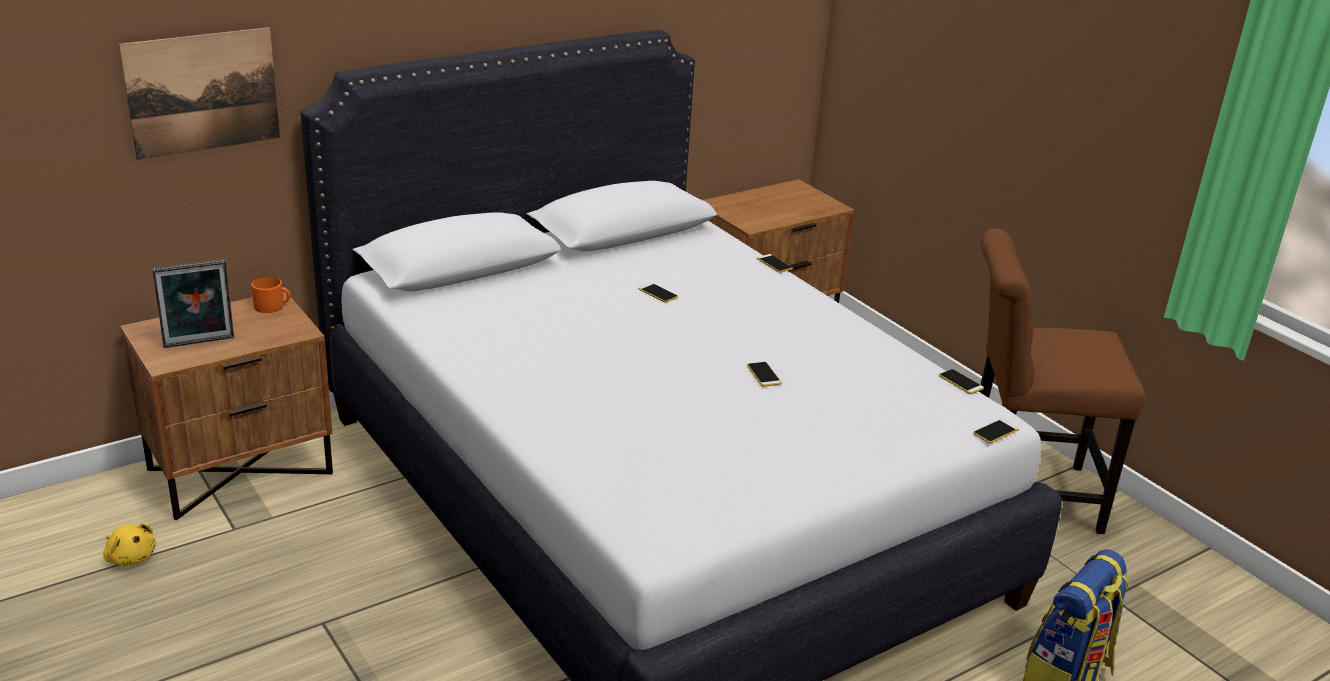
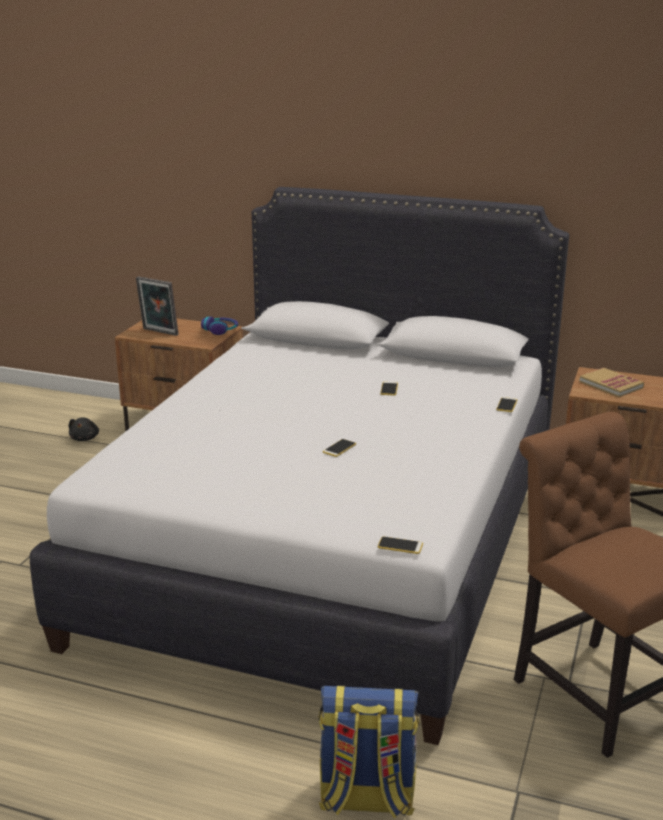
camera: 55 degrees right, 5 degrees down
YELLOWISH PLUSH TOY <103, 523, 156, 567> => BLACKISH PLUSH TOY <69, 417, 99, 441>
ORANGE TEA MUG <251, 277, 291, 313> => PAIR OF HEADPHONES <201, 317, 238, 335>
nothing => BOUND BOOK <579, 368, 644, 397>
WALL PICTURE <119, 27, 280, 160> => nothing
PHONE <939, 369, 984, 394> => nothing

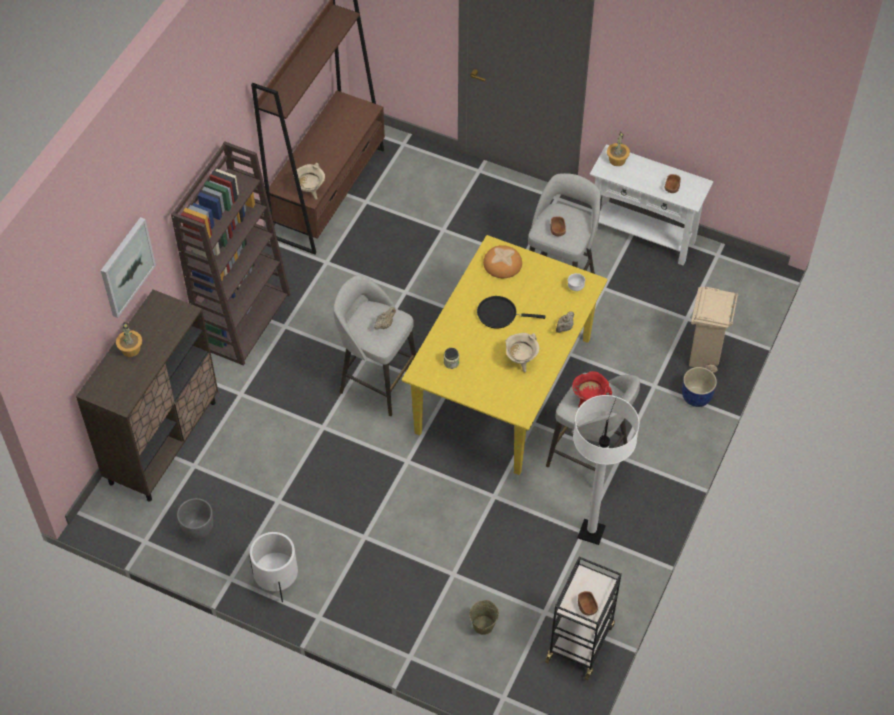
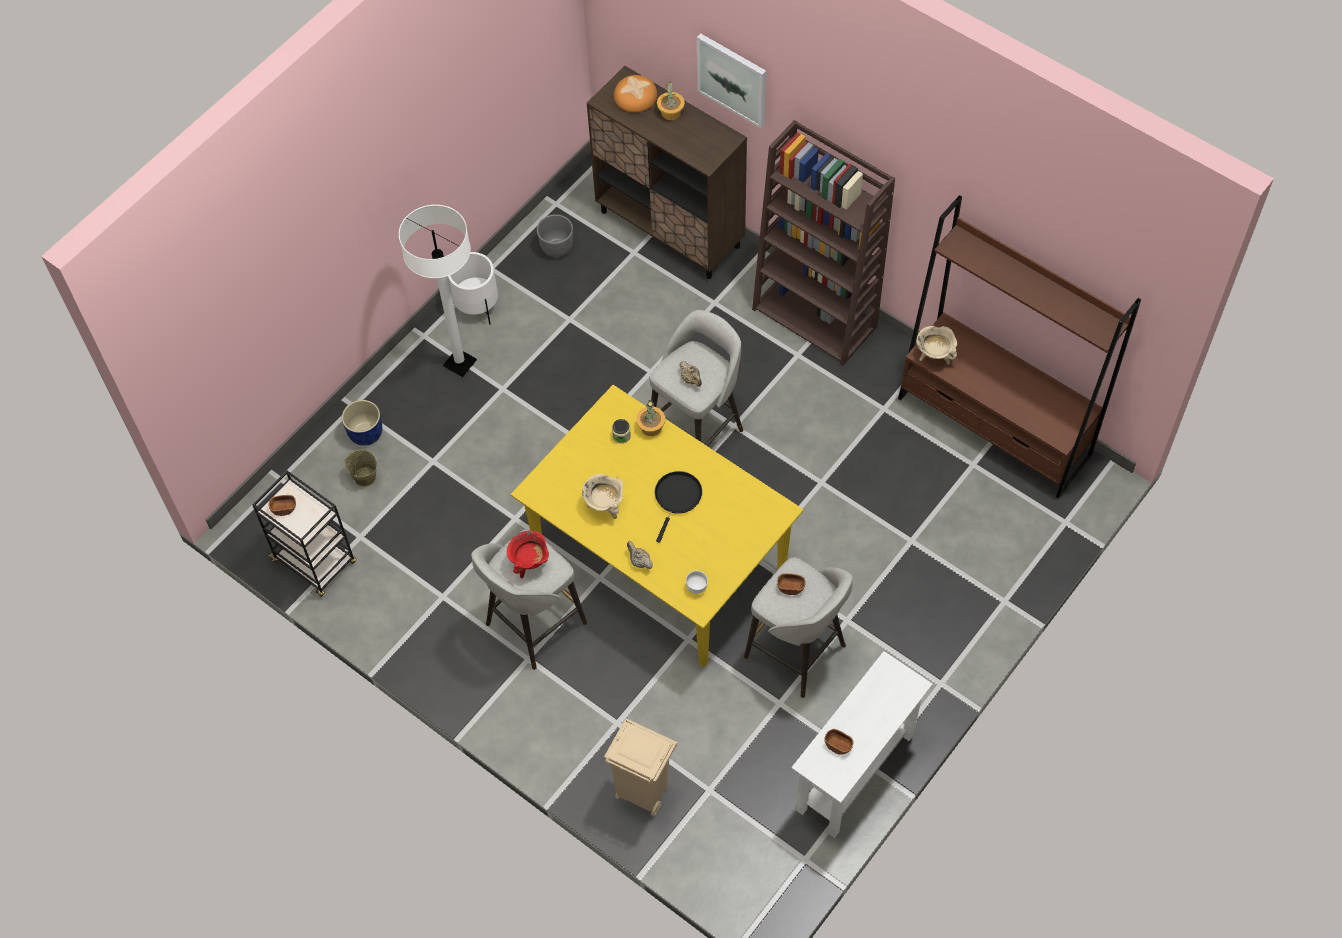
camera: 105 degrees right, 5 degrees up
BLUE PLANTER <682, 367, 717, 407> => BLUE PLANTER <342, 400, 382, 446>, relocated
WHITISH STANDING LAMP <573, 395, 639, 545> => WHITISH STANDING LAMP <399, 205, 477, 377>, relocated
BAKERY BREAD <483, 245, 522, 278> => BAKERY BREAD <614, 75, 657, 113>, relocated
POTTED PLANT <607, 132, 630, 166> => POTTED PLANT <636, 400, 665, 436>, relocated

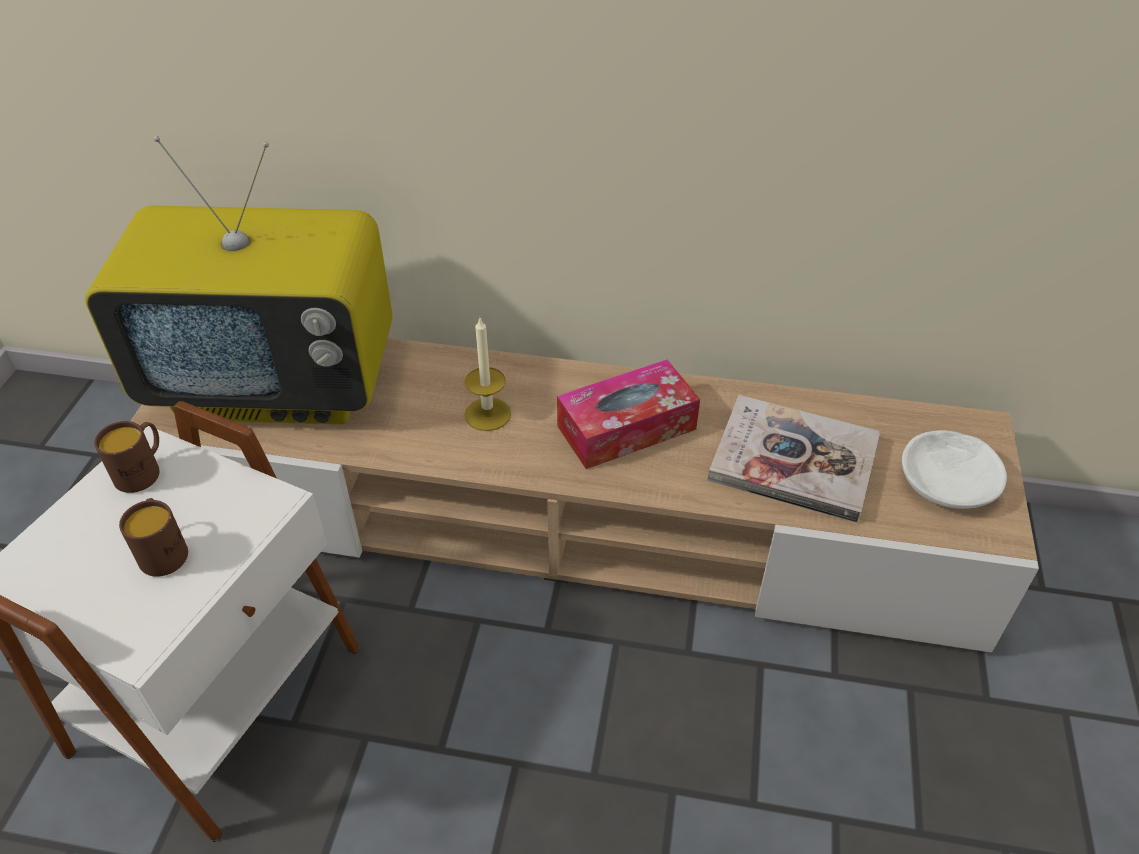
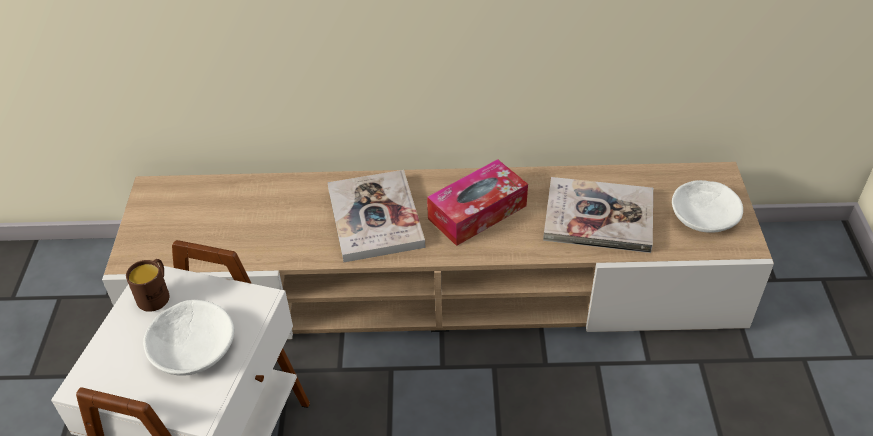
camera: 10 degrees left, 0 degrees up
BROWNISH TEA MUG <119, 498, 188, 577> => WHITISH DEEP DISH <143, 300, 234, 376>
CANDLE <465, 316, 511, 431> => BOUND BOOK <328, 170, 425, 262>
TV SET <85, 136, 392, 424> => nothing

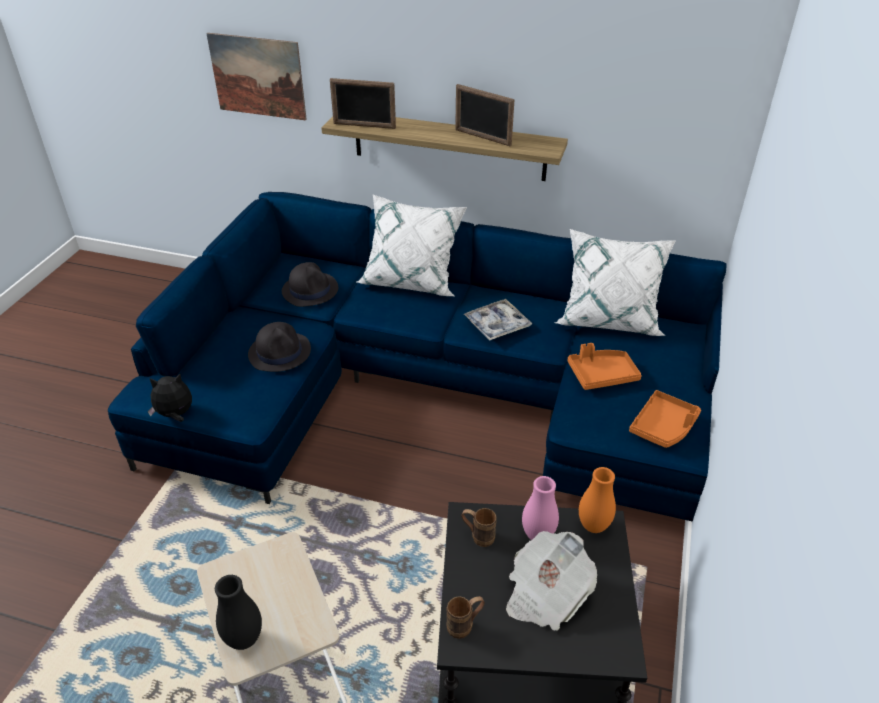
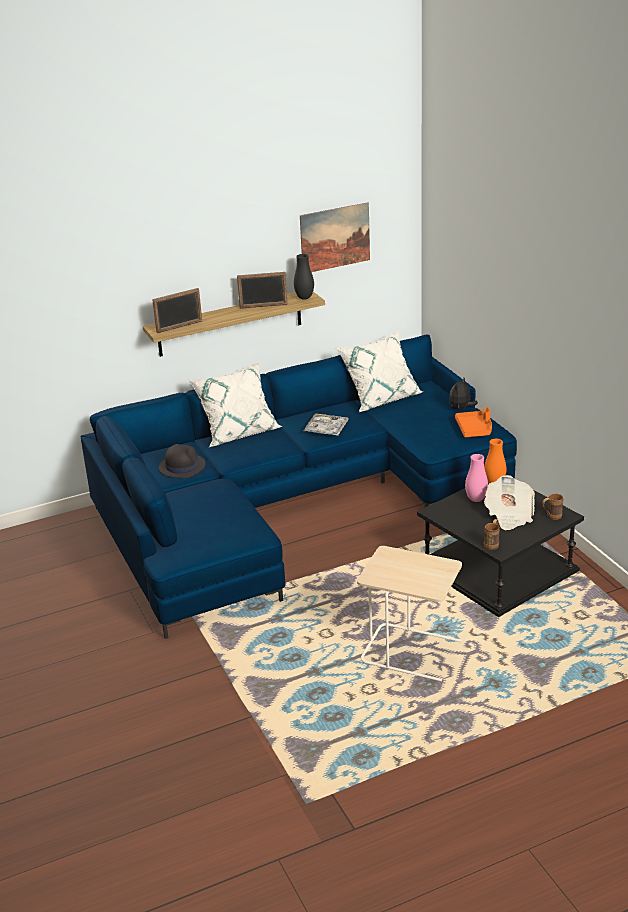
camera: 40 degrees left, 10 degrees down
BLACKISH DECORATIVE VASE <215, 575, 262, 650> => BLACKISH DECORATIVE VASE <294, 254, 314, 300>, relocated
WALL PICTURE <206, 33, 307, 121> => WALL PICTURE <300, 202, 370, 272>, relocated
PLUSH TOY <148, 374, 192, 422> => PLUSH TOY <449, 378, 478, 410>, relocated
BROWNISH TEA MUG <461, 508, 497, 547> => BROWNISH TEA MUG <542, 494, 563, 520>, relocated
BLACKISH WEARABLE HAT <248, 322, 311, 372> => nothing
ORANGE TRAY <567, 343, 642, 390> => nothing

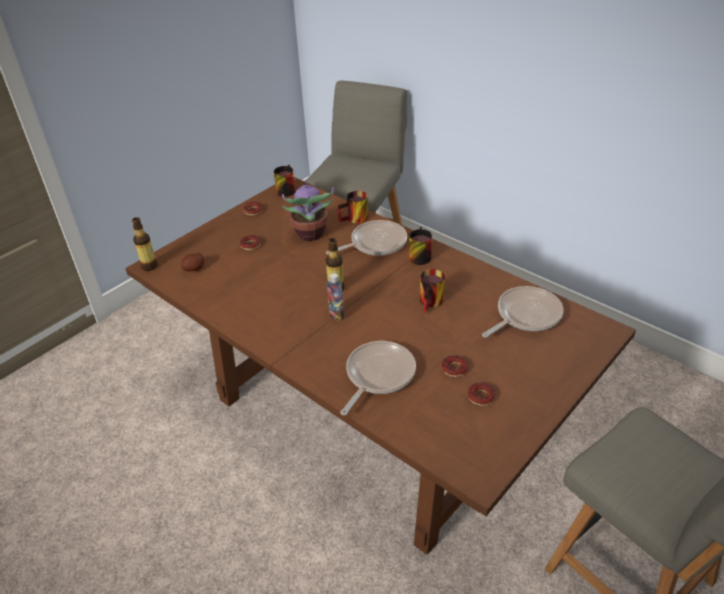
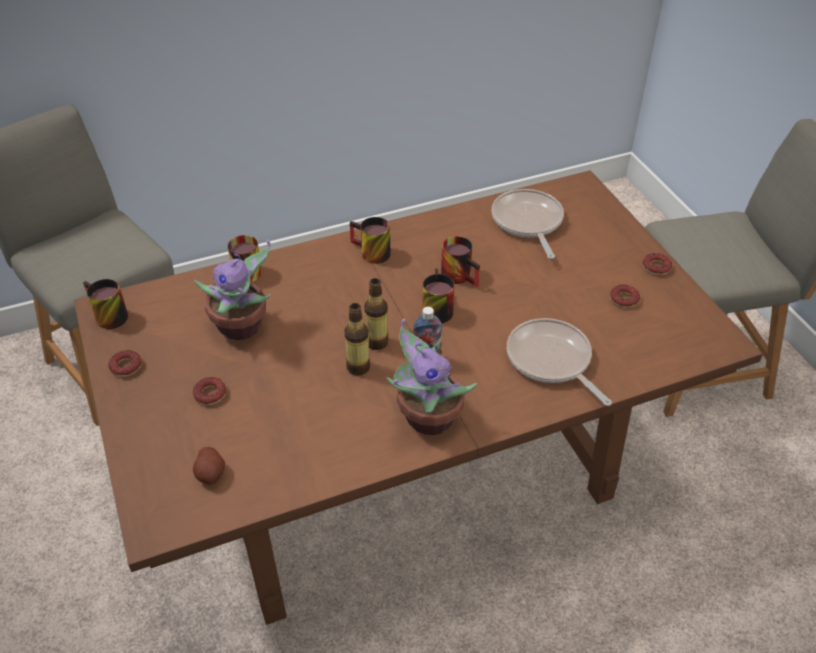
camera: 65 degrees left, 5 degrees up
DRINK BOTTLE <132, 217, 157, 271> => DRINK BOTTLE <344, 303, 370, 376>, relocated
nothing => POTTED PLANT <387, 319, 477, 435>
nothing => TEA MUG <422, 268, 455, 323>
DONUT <442, 355, 468, 377> => DONUT <643, 253, 672, 275>, relocated
FRYING PAN <326, 220, 407, 256> => nothing

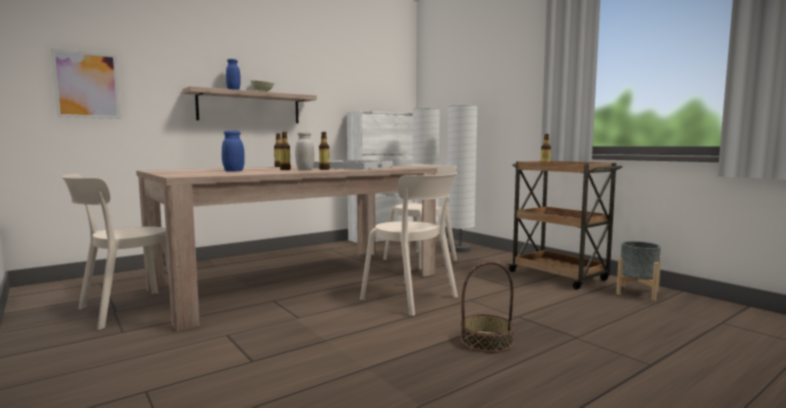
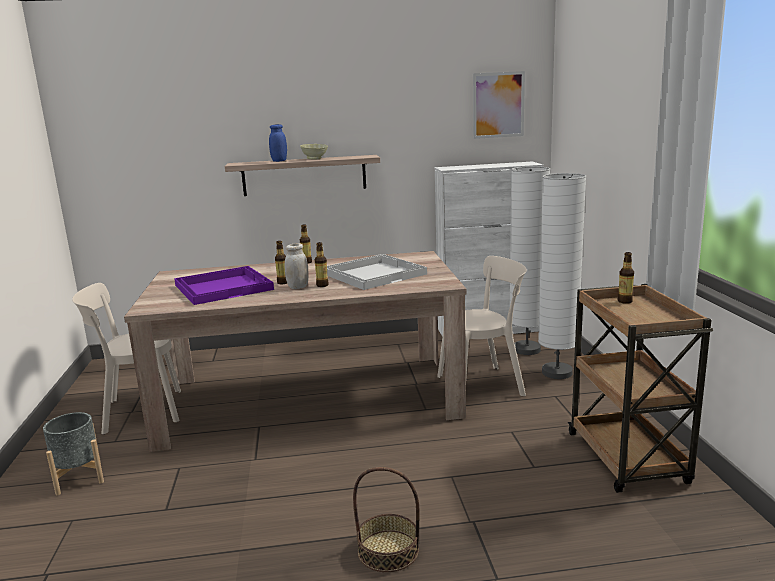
camera: 30 degrees right, 10 degrees up
GREY PLANTER <616, 241, 661, 301> => GREY PLANTER <43, 412, 104, 495>, relocated
BLUE JAR <222, 131, 245, 172> => PURPLE TRAY <174, 266, 274, 305>
WALL PICTURE <51, 48, 121, 119> => WALL PICTURE <473, 71, 525, 139>, relocated
SAND-COLOURED UPRIGHT CHAIR <360, 172, 458, 316> => nothing

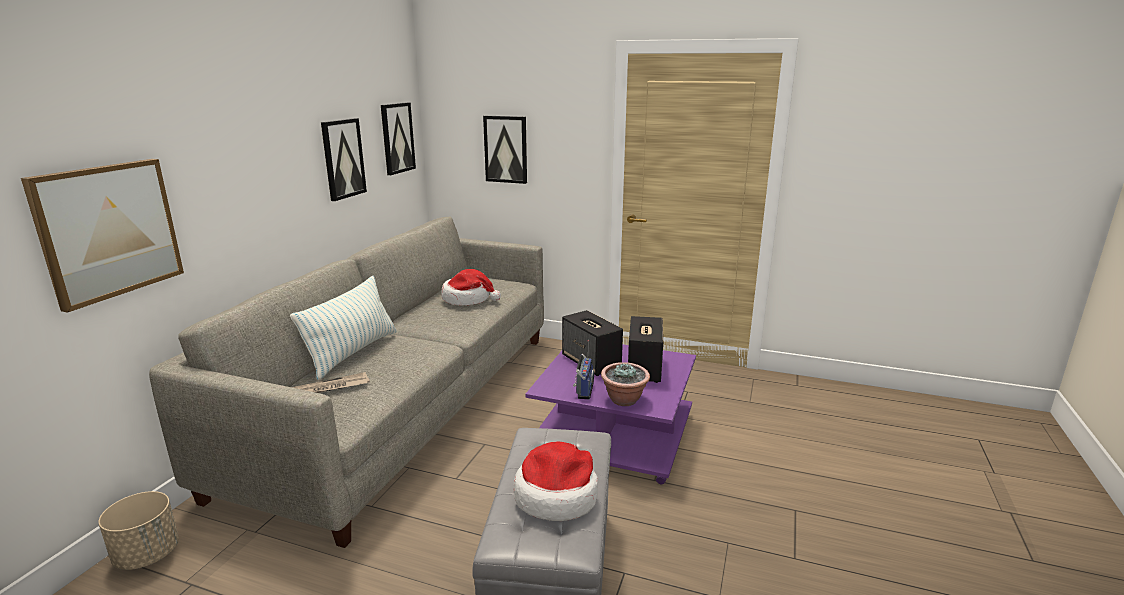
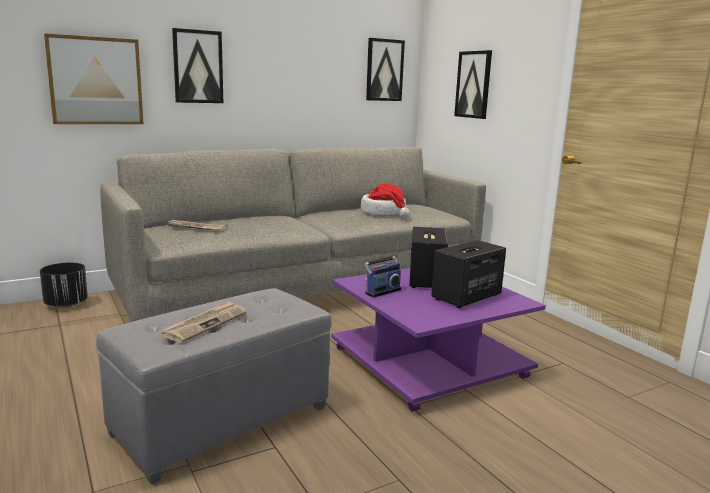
camera: 40 degrees right, 5 degrees down
SAND-COLOURED PLANTER <99, 491, 179, 570> => BLACKISH PLANTER <40, 262, 88, 308>
WEARABLE HAT <514, 442, 598, 521> => NEWSPAPER <161, 300, 246, 343>
WALL PICTURE <321, 118, 367, 201> => WALL PICTURE <172, 28, 223, 103>, relocated
THROW PILLOW <290, 276, 397, 380> => nothing
POTTED PLANT <601, 362, 650, 406> => nothing

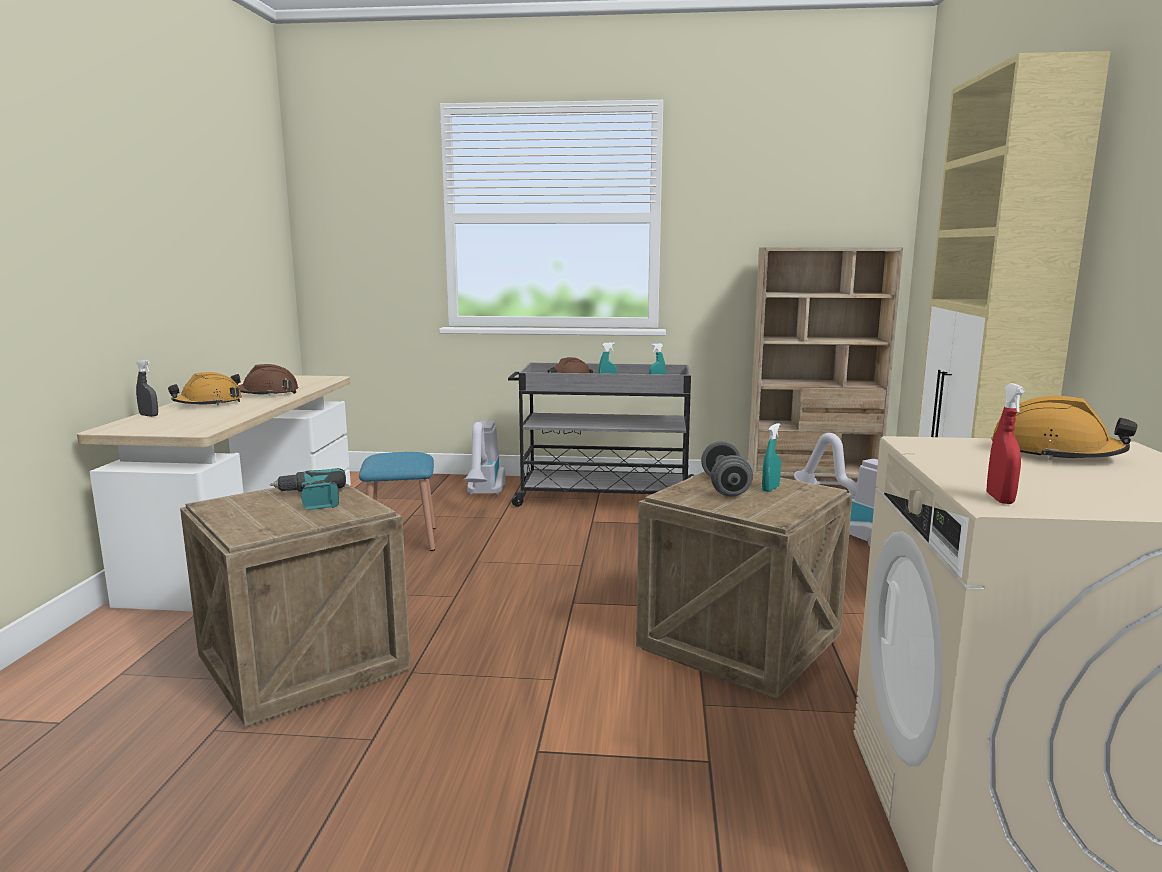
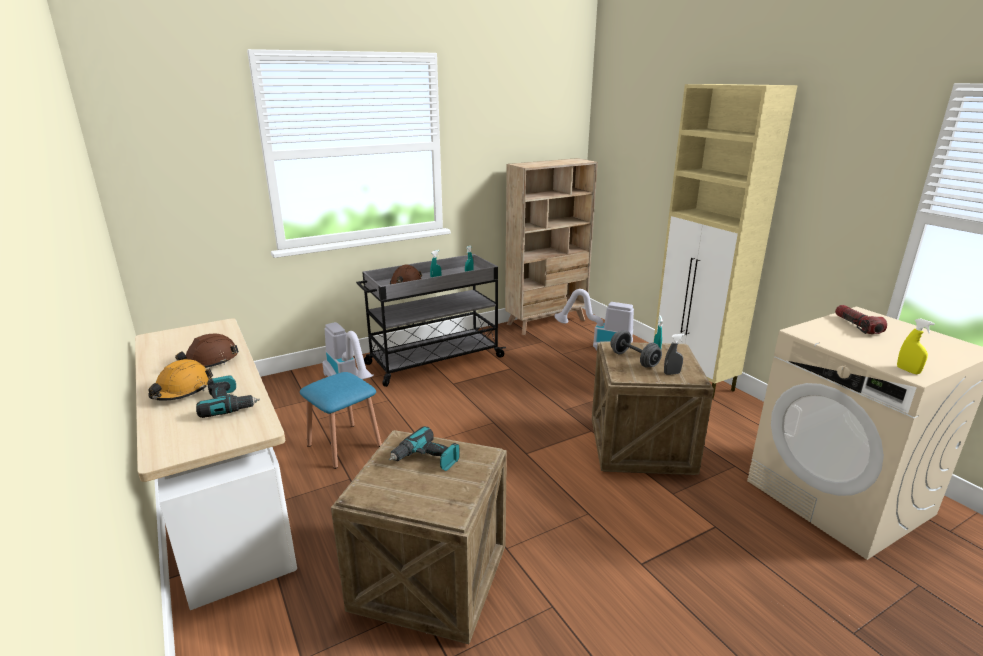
camera: 35 degrees left, 10 degrees up
nothing => ELECTRIC DRILL <196, 375, 260, 418>
GREY SPRAYER <136, 360, 158, 417> => GREY SPRAYER <664, 334, 685, 375>, relocated
ORANGE SAFETY HELMET <991, 396, 1138, 460> => FLASHLIGHT <835, 305, 887, 334>
RED-COLOURED SPRAYER <987, 383, 1025, 504> => YELLOWISH SPRAYER <897, 318, 935, 374>

